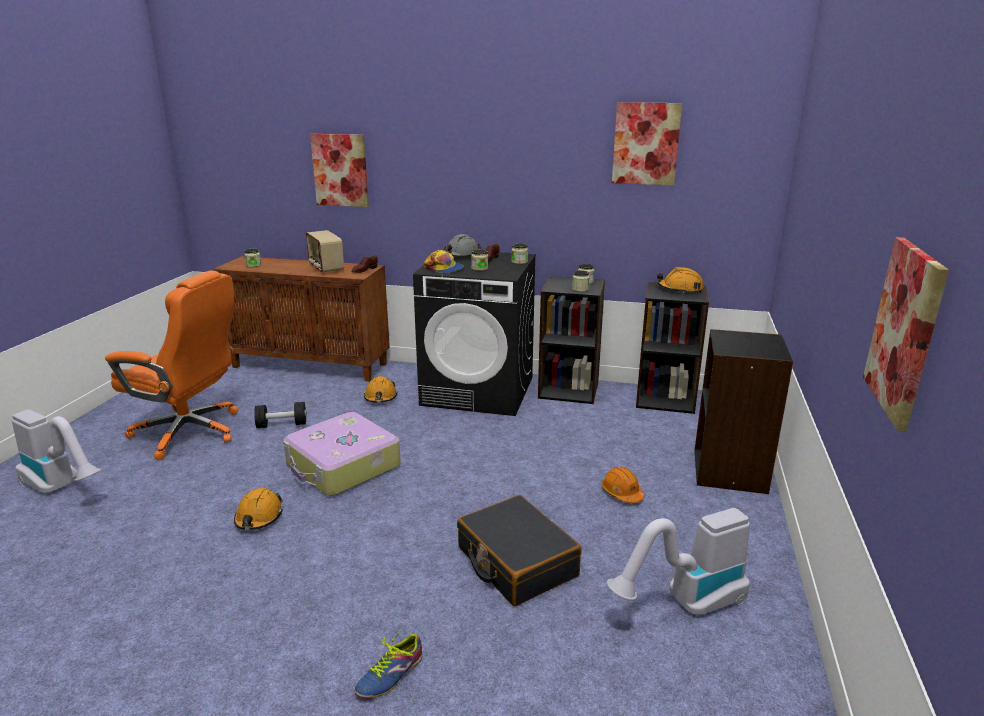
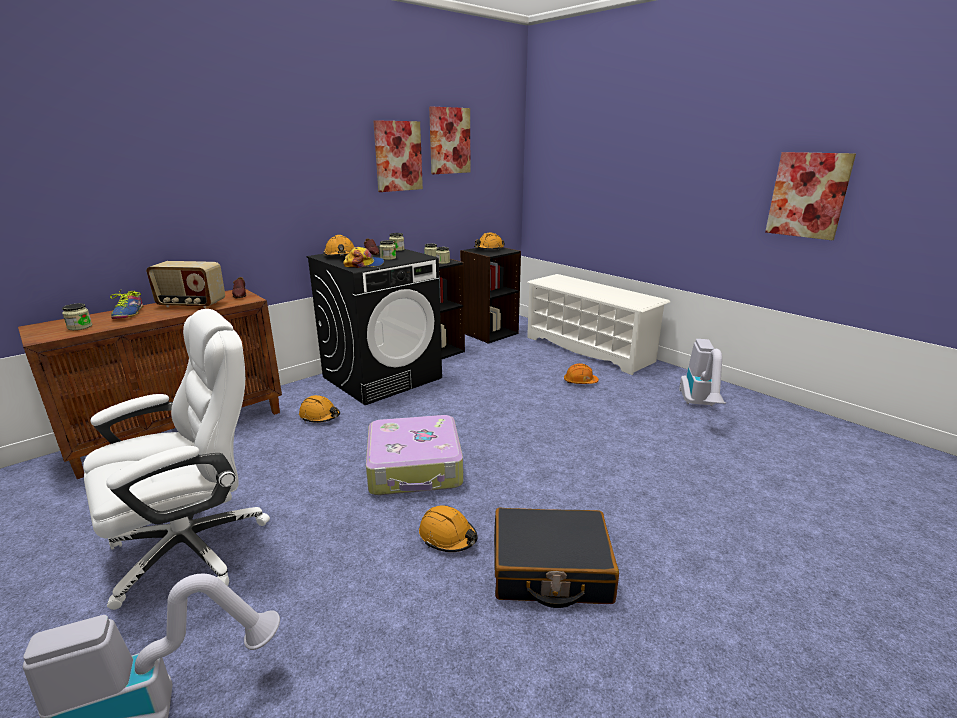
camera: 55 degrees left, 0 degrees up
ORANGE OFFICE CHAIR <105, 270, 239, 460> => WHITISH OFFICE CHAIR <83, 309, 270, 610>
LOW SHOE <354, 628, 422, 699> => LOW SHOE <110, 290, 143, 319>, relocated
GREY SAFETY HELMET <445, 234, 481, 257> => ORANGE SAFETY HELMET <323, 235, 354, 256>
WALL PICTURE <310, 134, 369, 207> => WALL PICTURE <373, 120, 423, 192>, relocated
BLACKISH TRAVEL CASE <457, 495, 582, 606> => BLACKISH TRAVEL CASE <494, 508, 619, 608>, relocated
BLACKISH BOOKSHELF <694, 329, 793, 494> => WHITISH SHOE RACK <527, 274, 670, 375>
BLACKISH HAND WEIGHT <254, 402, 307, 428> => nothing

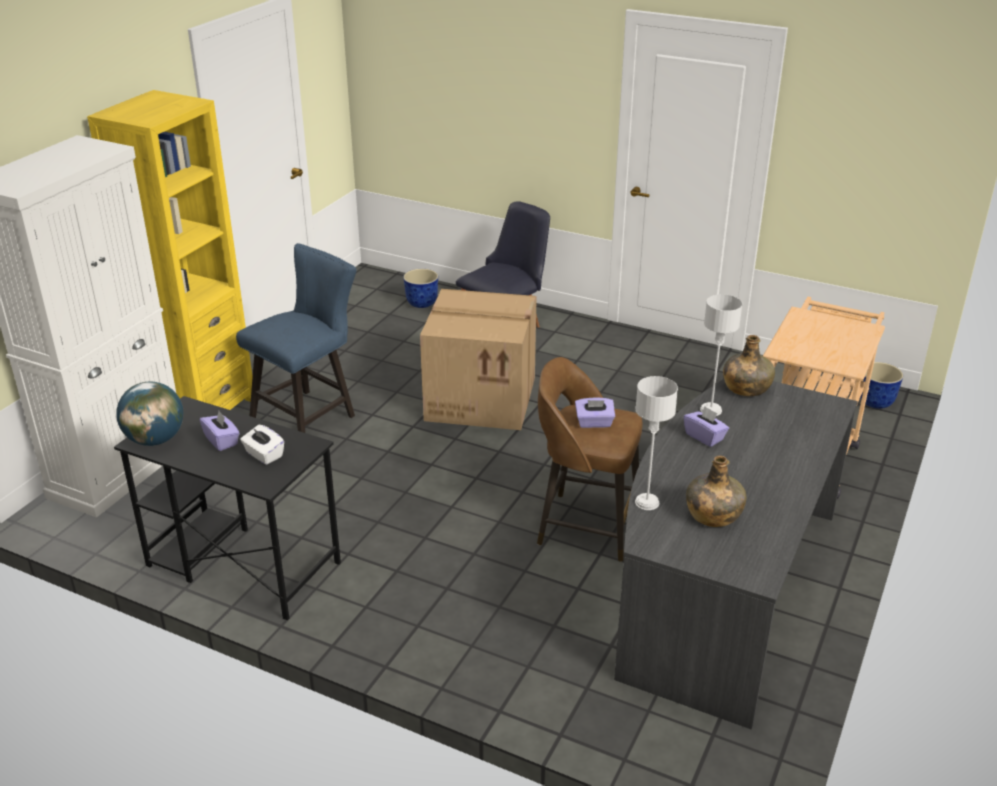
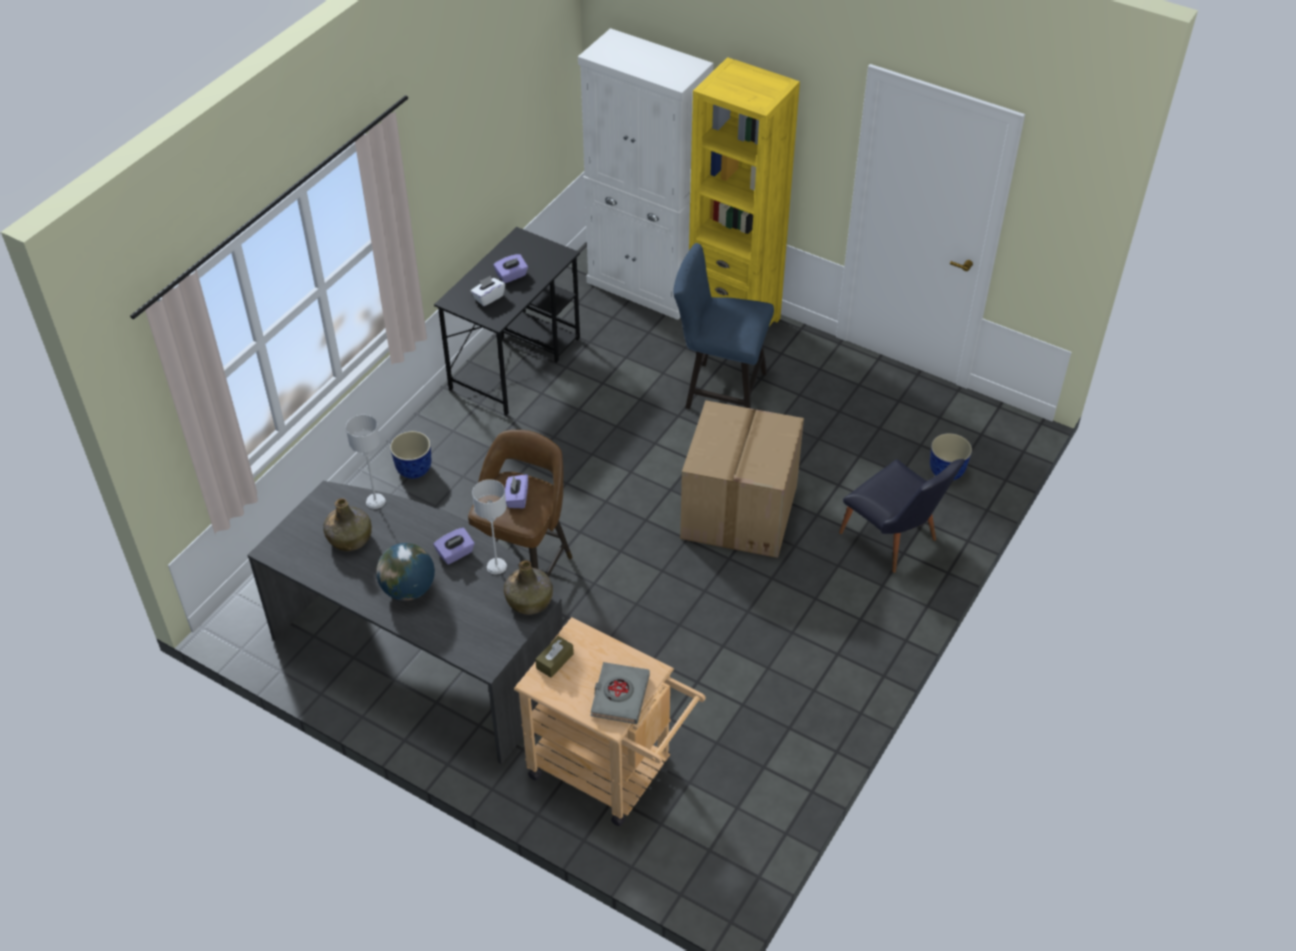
camera: 95 degrees right, 15 degrees up
WORLD GLOBE <116, 382, 184, 446> => WORLD GLOBE <376, 543, 435, 601>, relocated
PLANTER <860, 362, 903, 409> => PLANTER <390, 431, 431, 479>, relocated
nothing => BROWNISH TISSUE HOLDER <535, 636, 574, 678>
nothing => GREY BOUND BOOK <590, 662, 650, 724>
BLUE UPRIGHT CHAIR <236, 243, 357, 433> => BLUE UPRIGHT CHAIR <673, 243, 774, 409>, 150 degrees clockwise

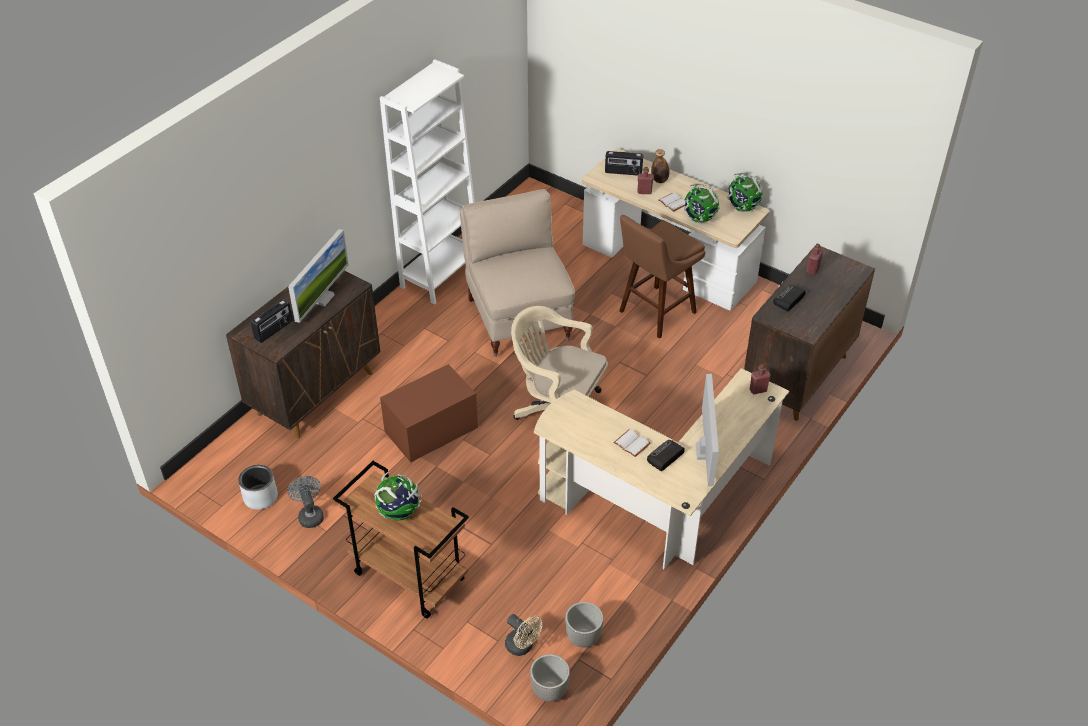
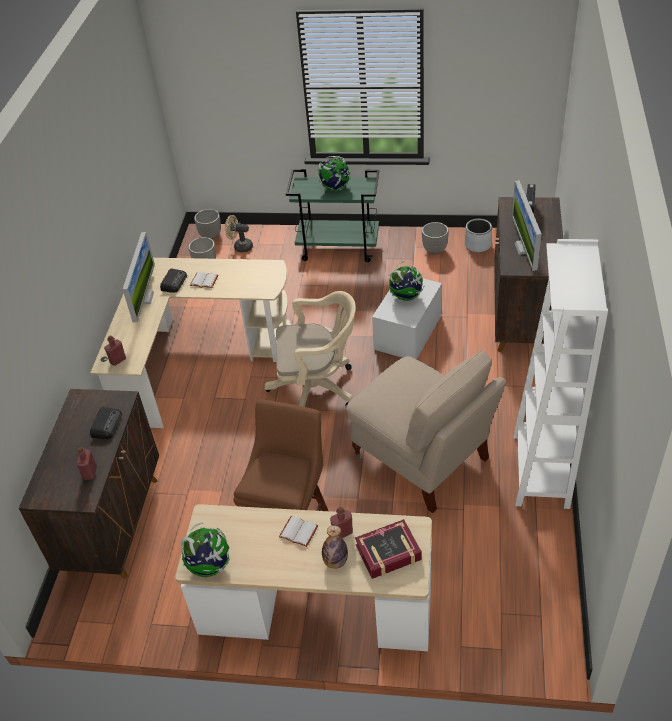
camera: 155 degrees right, 0 degrees up
MONITOR <696, 374, 719, 486> => MONITOR <123, 232, 155, 323>, 150 degrees counterclockwise
BROWNISH WHEELED CART <333, 461, 469, 619> => GREEN WHEELED CART <286, 169, 379, 262>
RADIO SET <605, 151, 643, 176> => BOUND BOOK <355, 519, 422, 579>
BROWNISH STORAGE BOX <380, 364, 478, 462> => WHITISH STORAGE BOX <372, 278, 442, 359>
WORLD GLOBE <684, 183, 720, 223> => WORLD GLOBE <388, 261, 425, 301>, relocated
GREY FAN <287, 476, 324, 528> => PLANTER <422, 222, 449, 255>

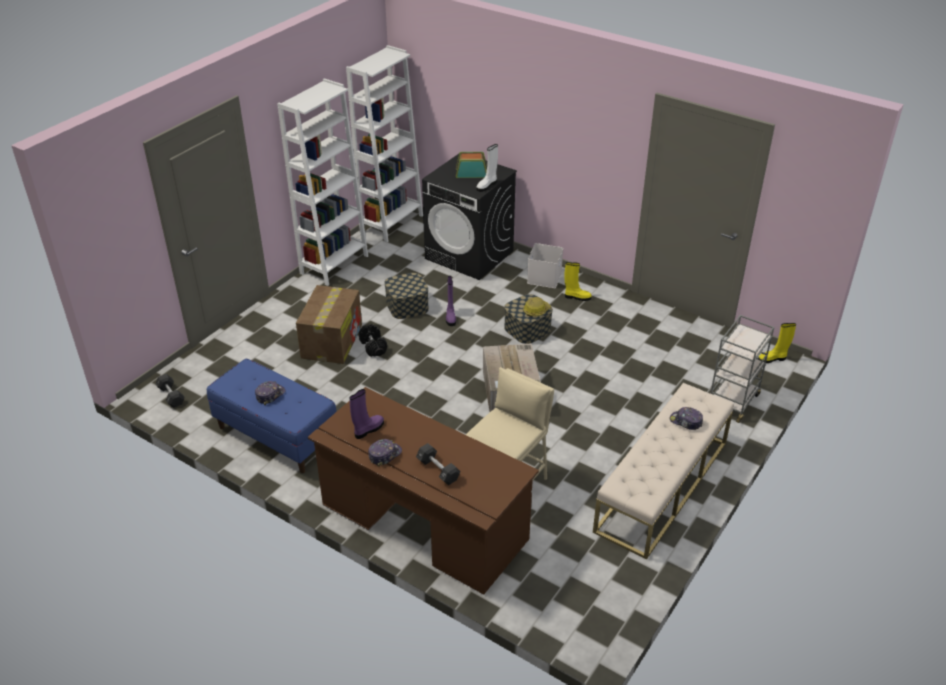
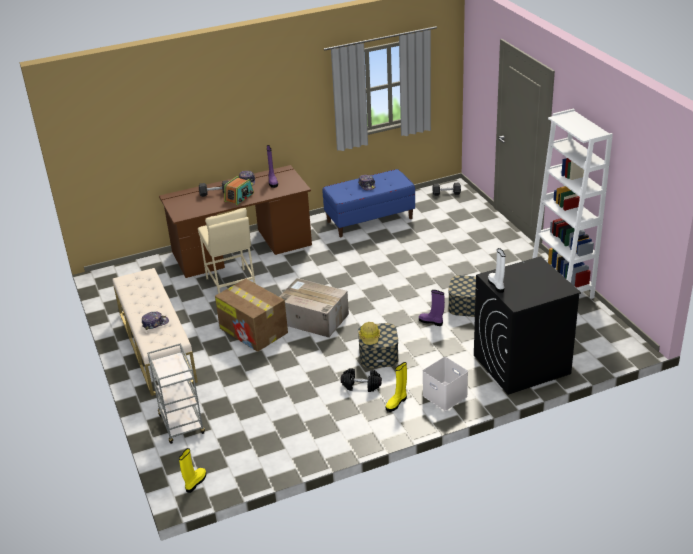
camera: 125 degrees right, 5 degrees down
CARDBOARD BOX <296, 285, 362, 364> => CARDBOARD BOX <215, 279, 288, 352>, relocated
RADIO SET <456, 152, 487, 178> => RADIO SET <224, 176, 254, 205>, relocated
BLACKISH HAND WEIGHT <359, 324, 387, 357> => BLACKISH HAND WEIGHT <341, 368, 382, 392>, relocated
WHITISH BOOKSHELF <346, 45, 423, 242> => nothing

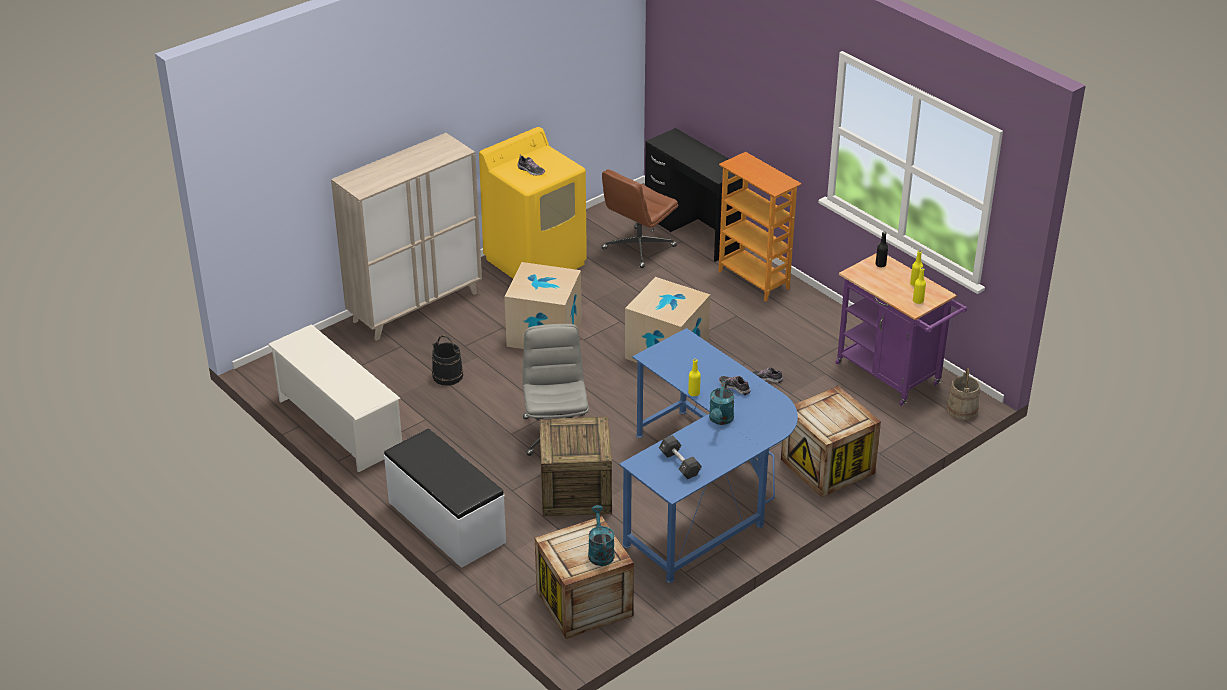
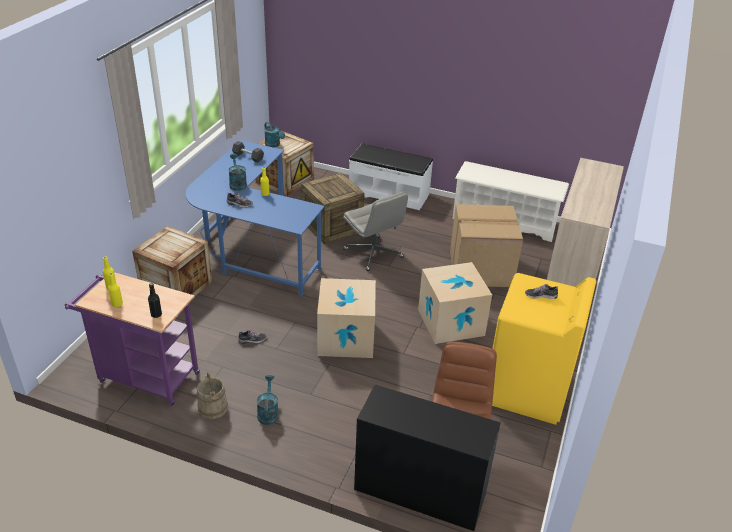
camera: 150 degrees right, 0 degrees up
SAND-COLOURED PAIL <947, 368, 980, 420> => SAND-COLOURED PAIL <197, 372, 228, 419>, relocated
nothing => BLUE-GREEN SPRINKLING CAN <257, 375, 279, 425>
BLACKISH PAIL <432, 335, 463, 386> => CARDBOARD BOX <450, 204, 523, 287>
BOOKSHELF <719, 152, 802, 302> => nothing

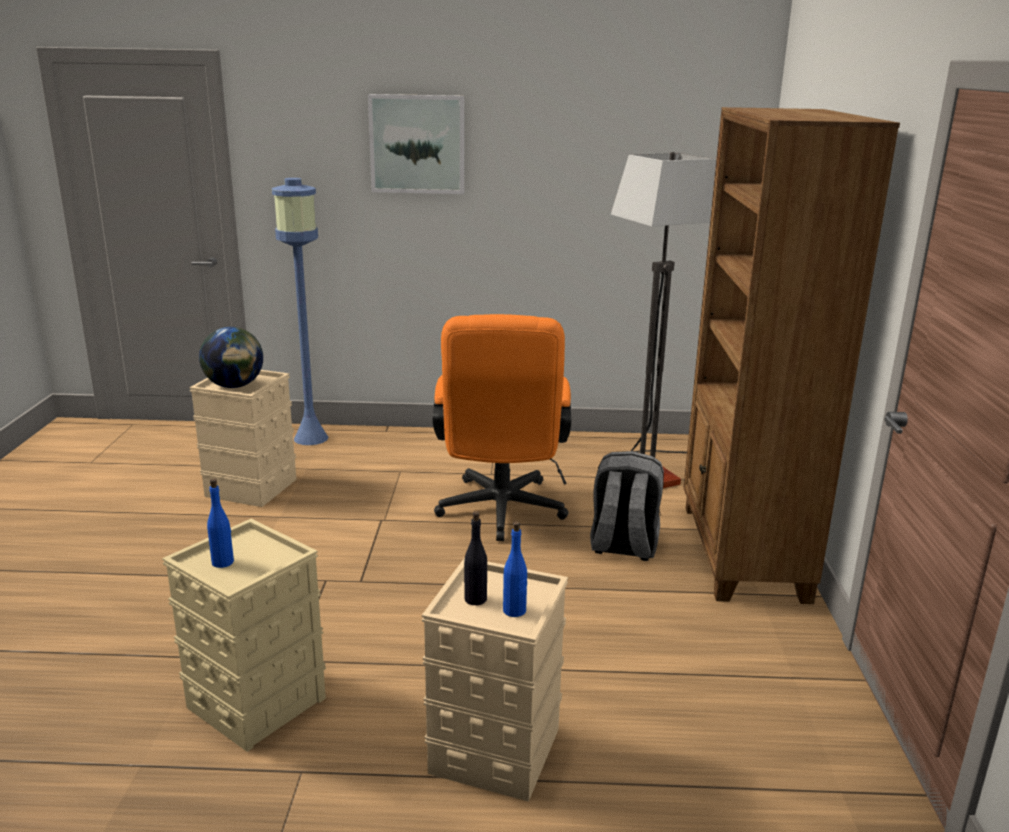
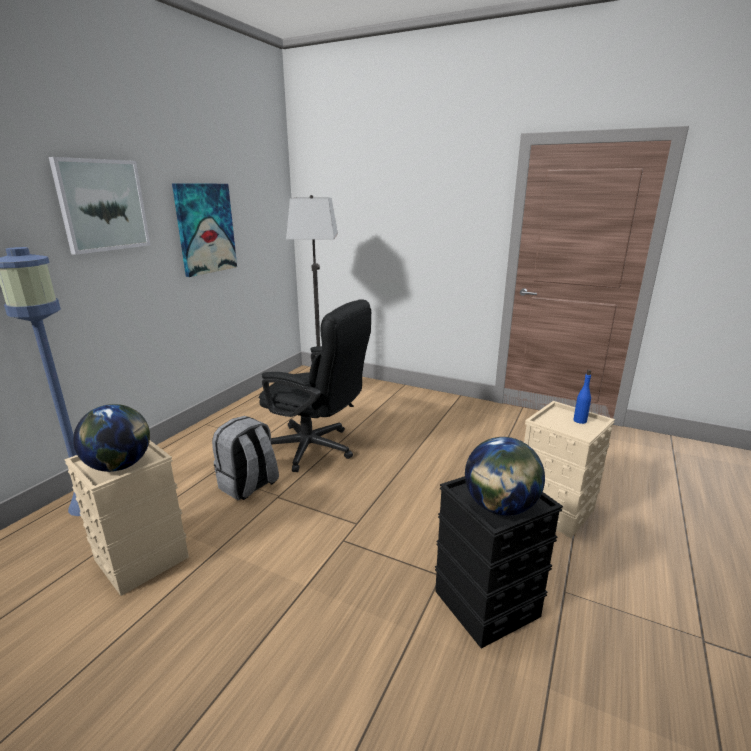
camera: 65 degrees left, 0 degrees up
nothing => WALL PICTURE <172, 183, 237, 277>
GREY RUCKSACK <590, 451, 664, 561> => GREY RUCKSACK <212, 416, 279, 500>, relocated
ORANGE OFFICE CHAIR <433, 314, 571, 541> => BLACKISH OFFICE CHAIR <259, 299, 371, 472>
SAND-COLOURED STORAGE BOX <162, 519, 326, 752> => BLACKISH STORAGE BOX <435, 476, 563, 649>
BLUE DRINK BOTTLE <207, 478, 234, 568> => WORLD GLOBE <465, 437, 545, 516>
BLACKISH DRINK BOTTLE <464, 511, 487, 605> => nothing
BROWNISH BOOKSHELF <683, 107, 900, 604> => nothing

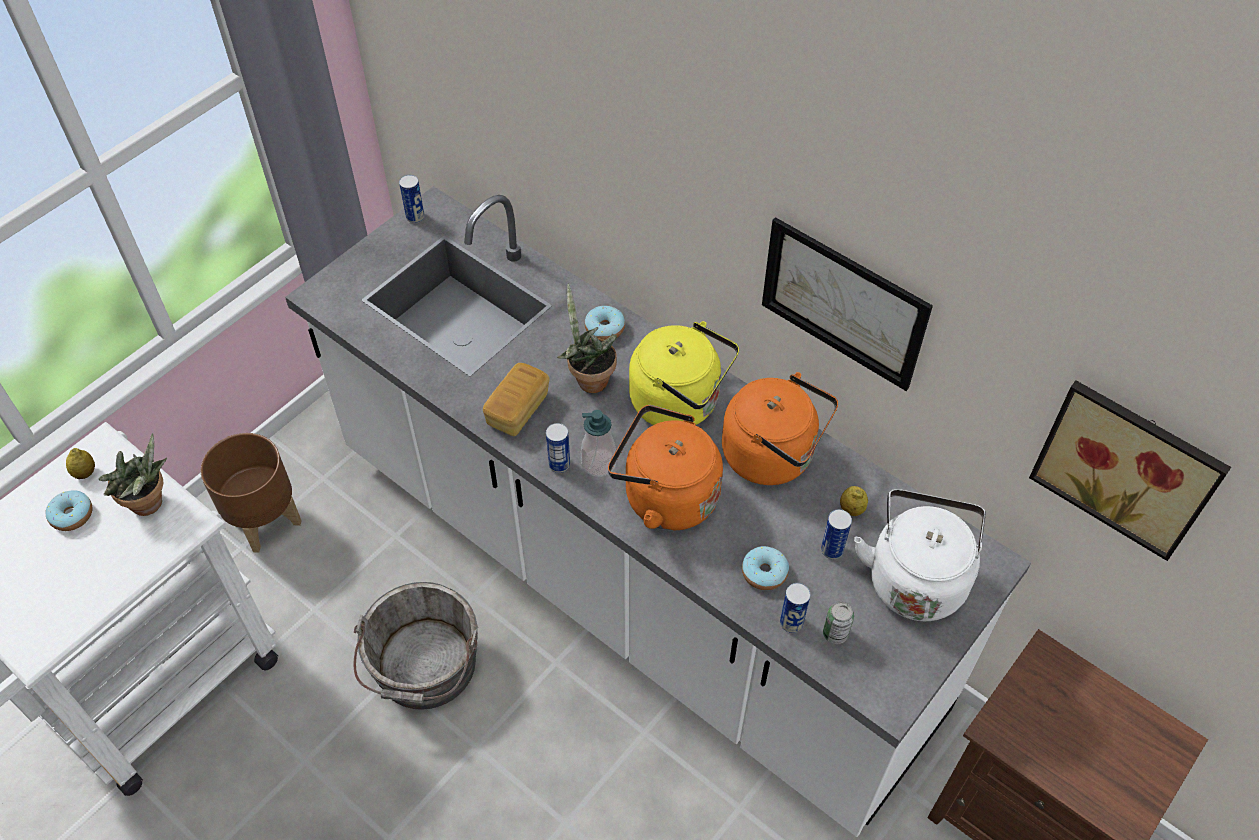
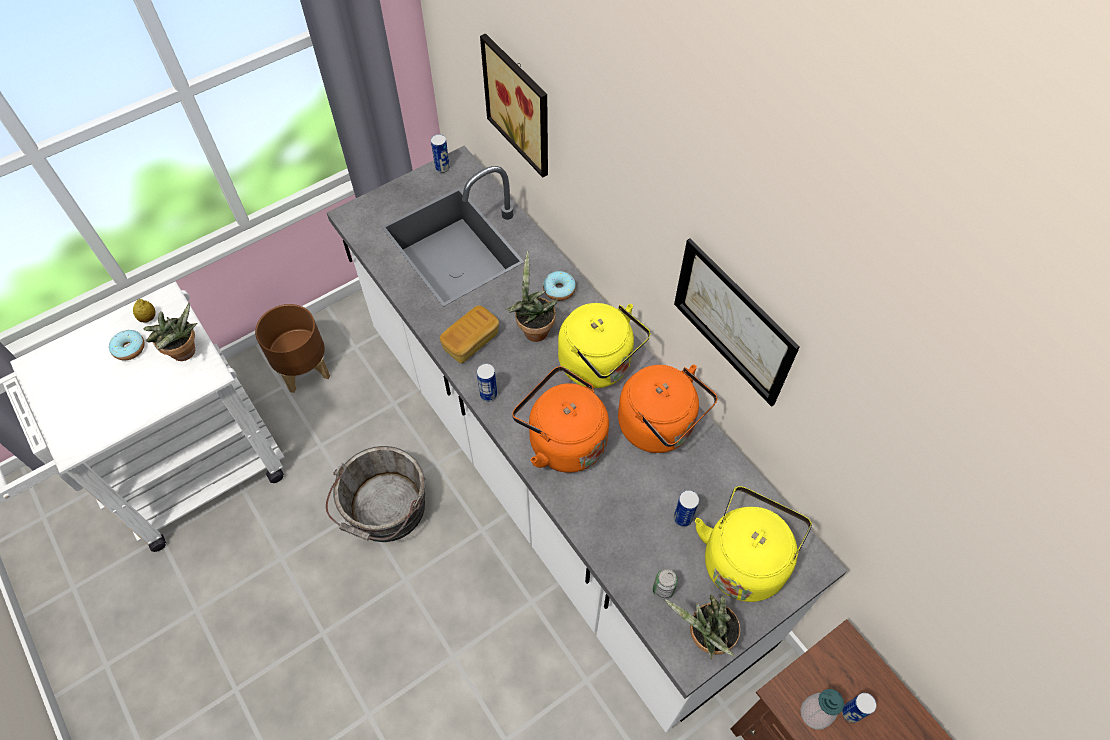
camera: 15 degrees right, 5 degrees up
WALL PICTURE <1029, 381, 1231, 561> => WALL PICTURE <480, 33, 548, 178>, relocated
nothing => POTTED PLANT <665, 595, 741, 659>
WHITISH WATER KETTLE <854, 489, 986, 621> => YELLOWISH WATER KETTLE <695, 486, 812, 602>
SOAP BOTTLE <581, 410, 616, 477> => SOAP BOTTLE <800, 689, 844, 730>, relocated
SEALED CAN <780, 583, 810, 633> => SEALED CAN <842, 693, 877, 723>, relocated
DONUT <742, 546, 789, 590> => nothing
CITRUS FRUIT <840, 486, 868, 516> => nothing

